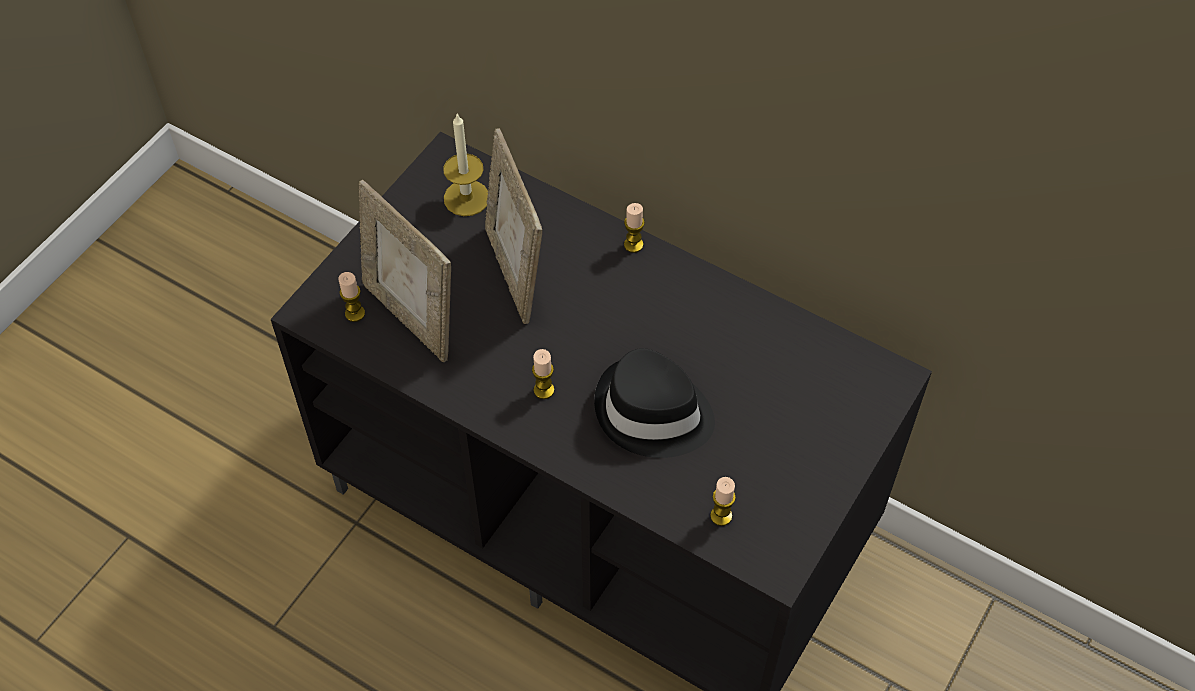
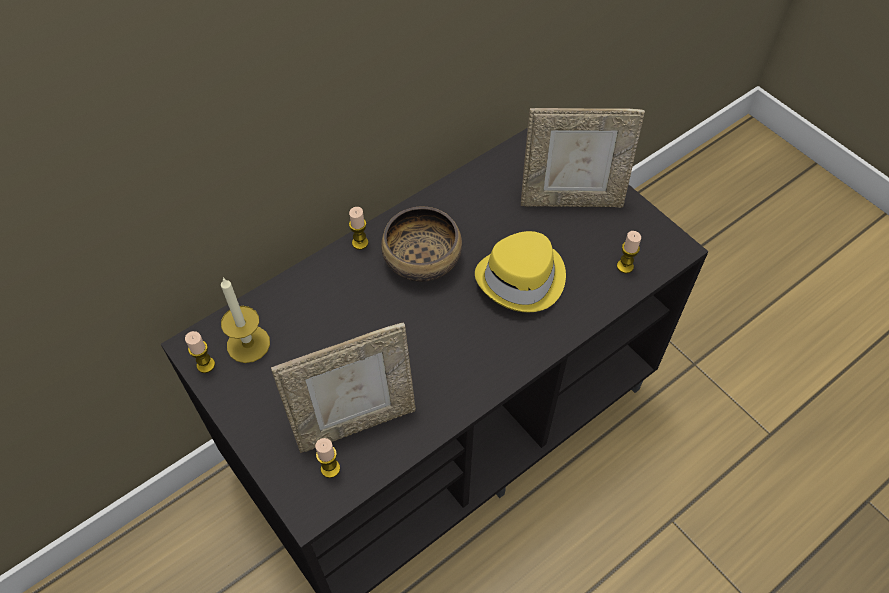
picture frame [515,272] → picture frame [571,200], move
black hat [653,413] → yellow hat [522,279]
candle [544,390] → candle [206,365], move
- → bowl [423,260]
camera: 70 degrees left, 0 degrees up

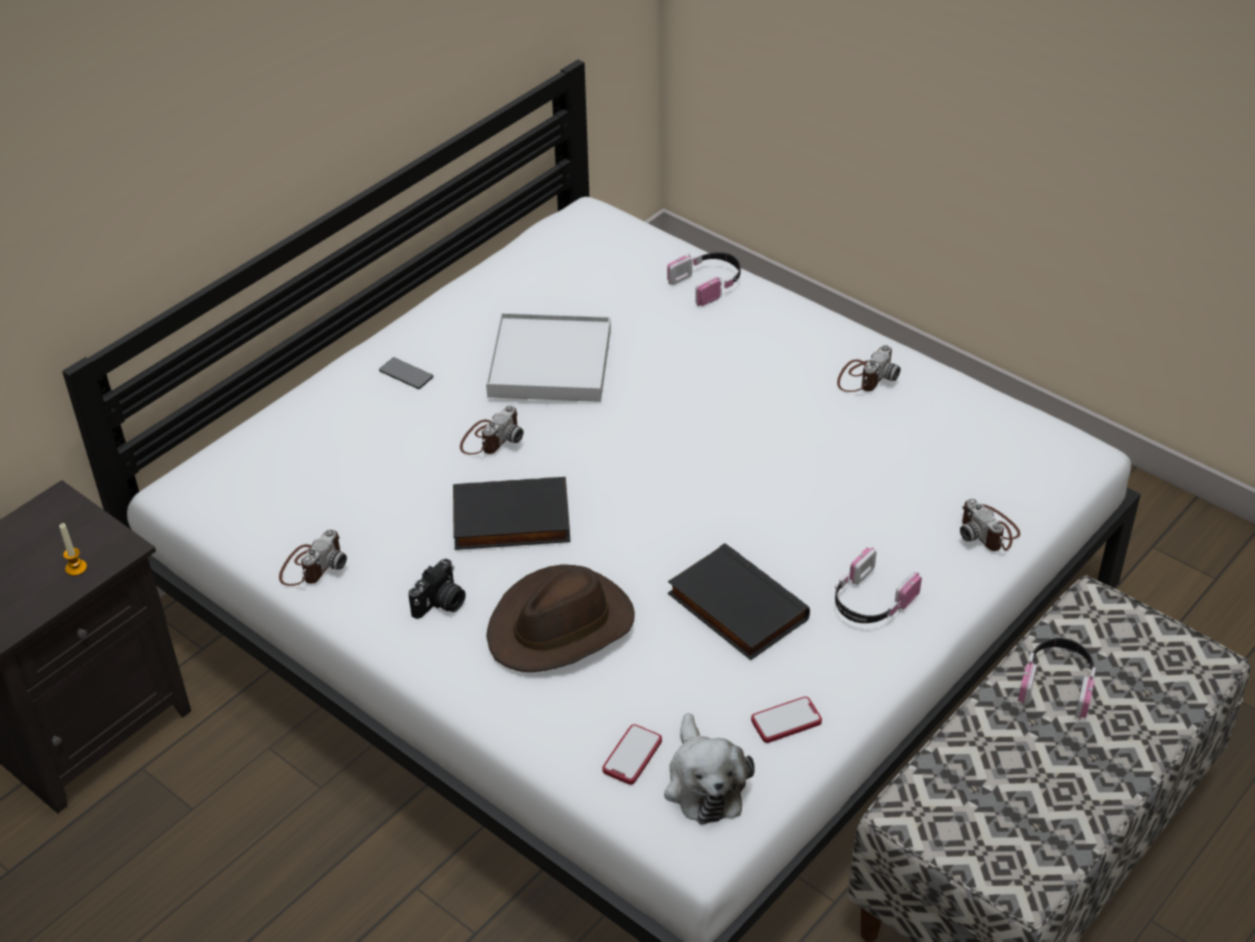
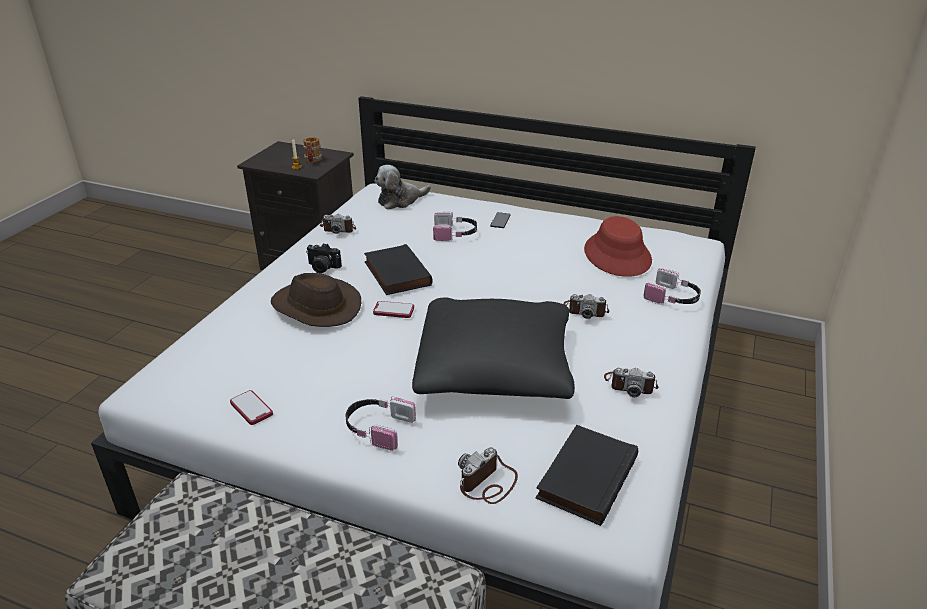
white tray [549,363] → -
photo camera [490,438] → photo camera [585,310], move
black book [734,608] → black book [585,476], move
headphones [1057,683] → headphones [455,233], move
plush toy [704,783] → plush toy [400,200], move
phone [632,756] → phone [393,311], move
- → mug [312,160]
- → red hat [617,255]
- → black pillow [495,368]
camera: 70 degrees right, 10 degrees down

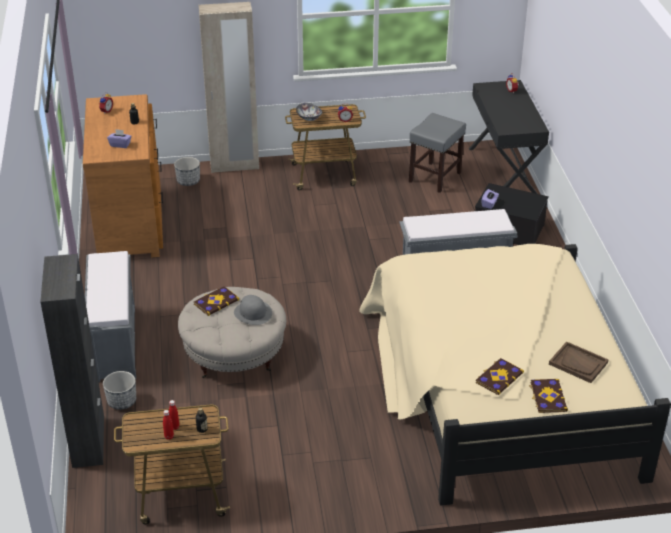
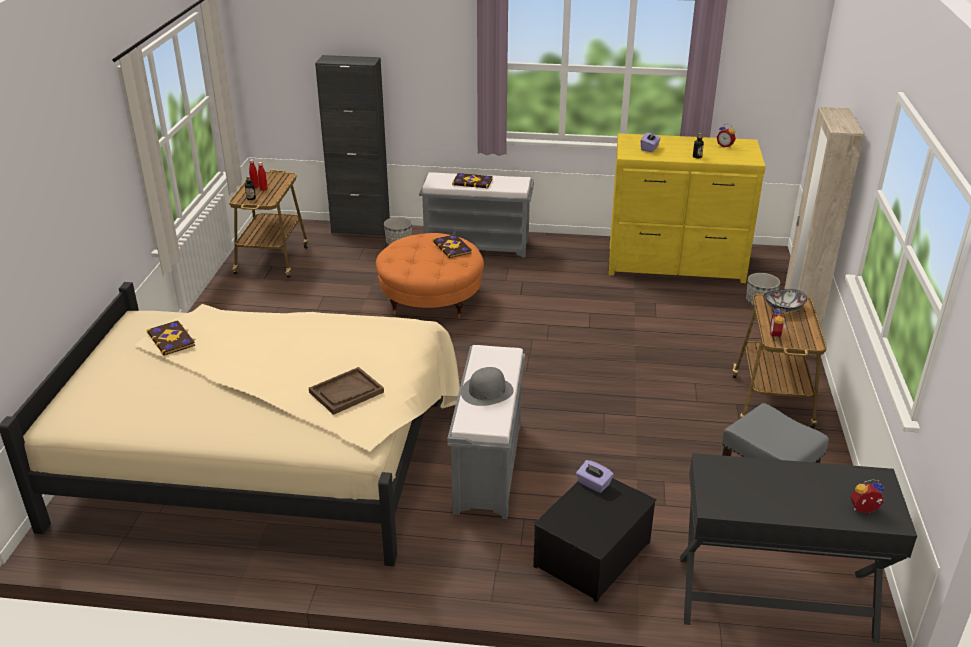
brown dresser [131,223] → yellow dresser [676,264]
beige ottoman [234,353] → orange ottoman [431,299]
grey hat [253,313] → grey hat [487,391], move
brown tray [578,363] → brown tray [346,392], move
book [547,397] → book [472,182], move
camera: 105 degrees right, 5 degrees down

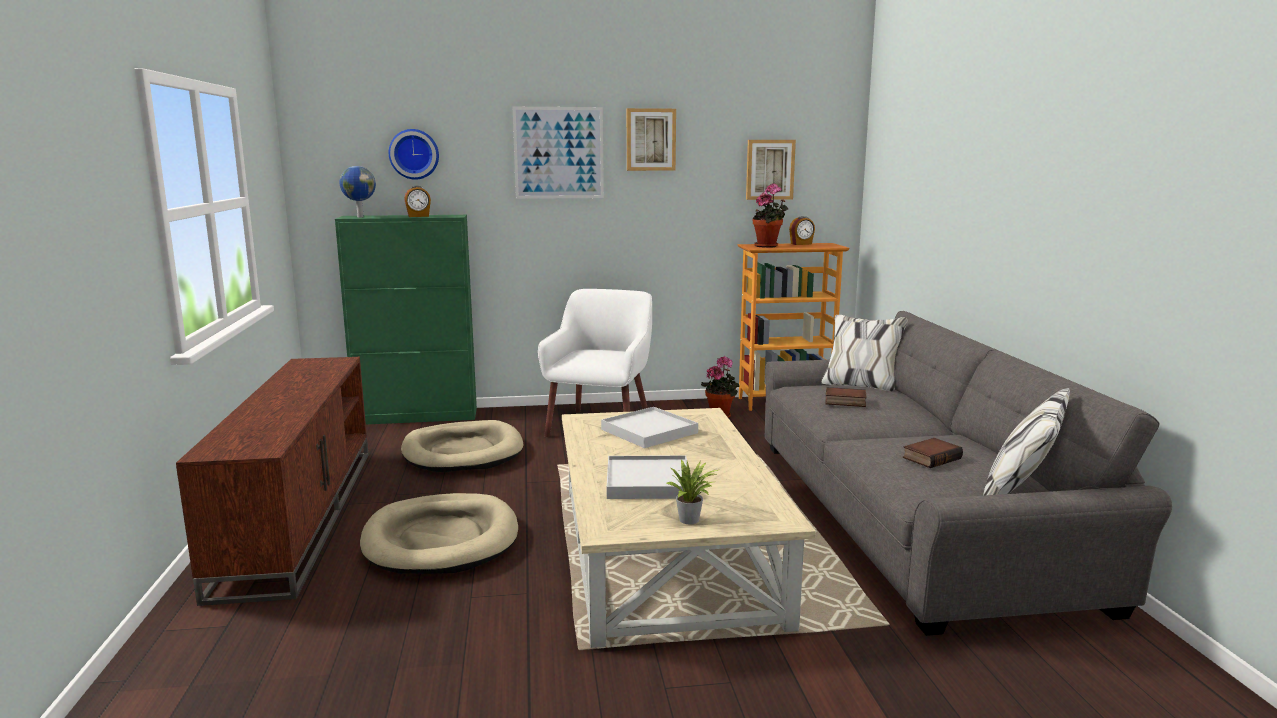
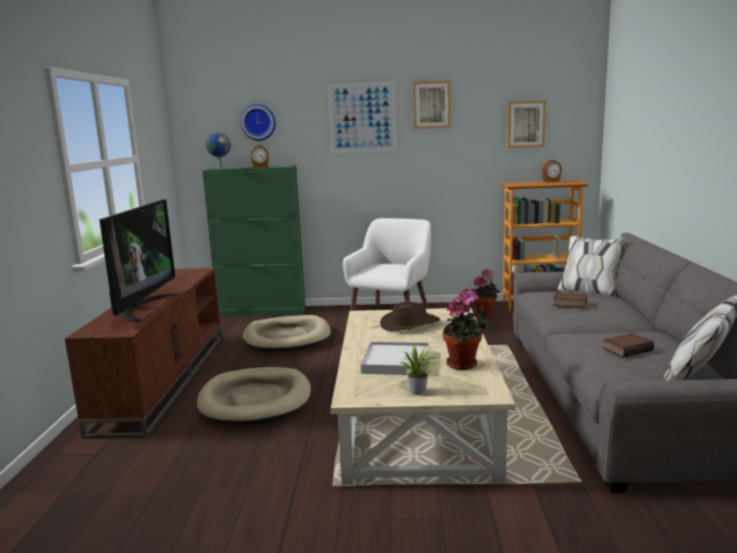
potted plant [768,246] → potted plant [464,365], move
white tray [649,431] → brown hat [409,324]
- → television [143,307]
camera: 10 degrees right, 0 degrees up

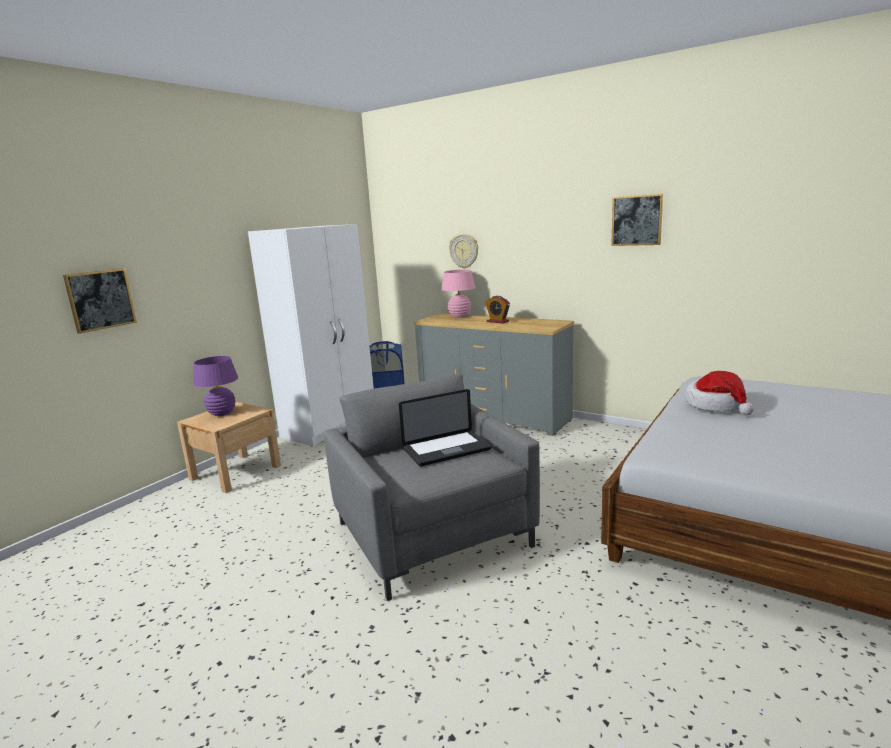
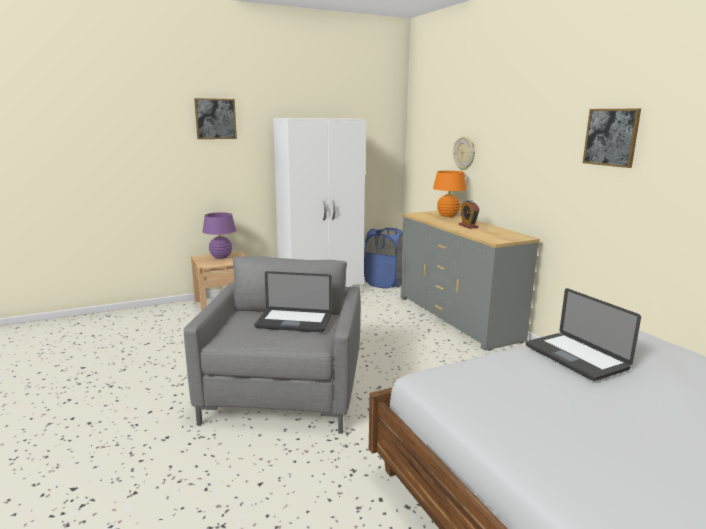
picture [100,299] → picture [215,119], move
pink table lamp [460,316] → orange table lamp [448,216]
hat [717,405] → laptop [575,357]
camera: 30 degrees right, 0 degrees up

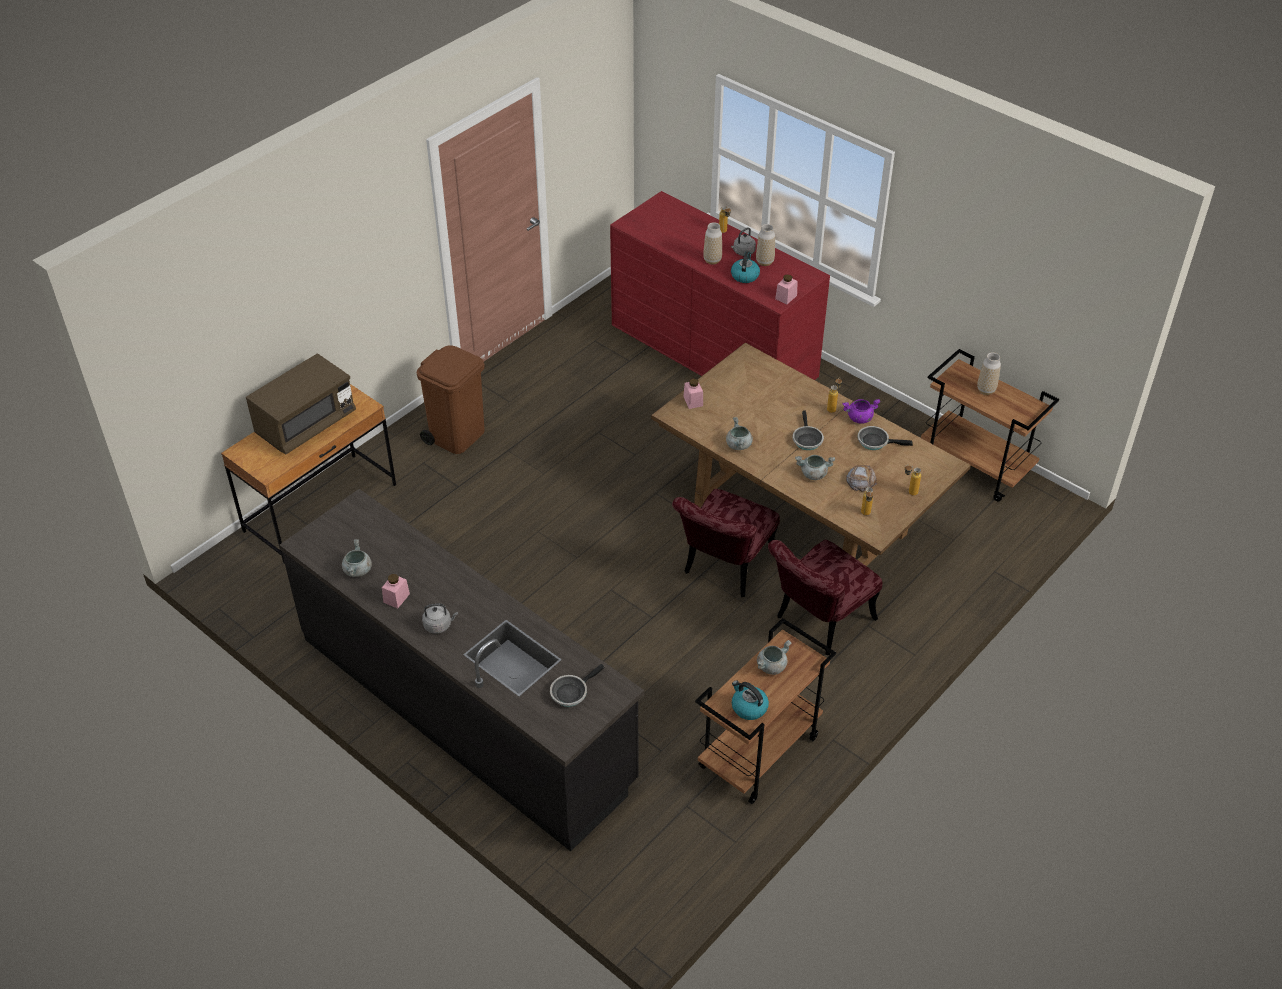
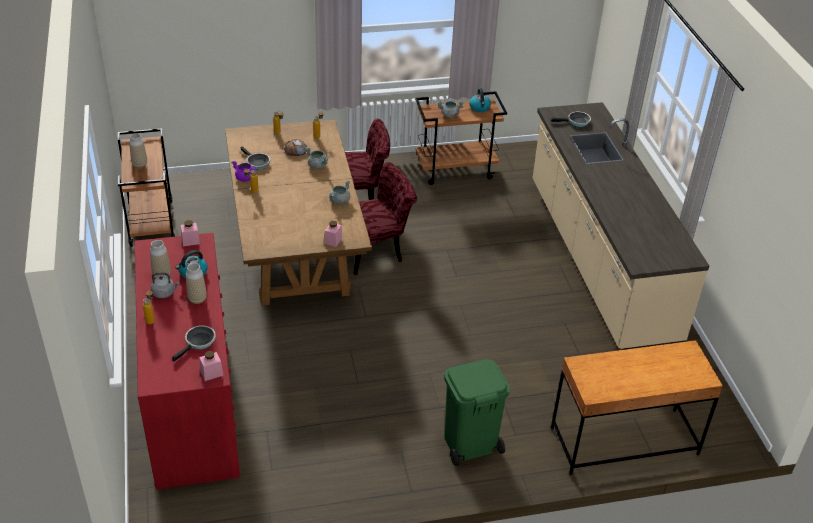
brown trash can [457,435] → green trash can [469,443]
brown microwave [306,424] → -
frying pan [806,439] → frying pan [199,342], move
black counter [466,708] → beige counter [598,261]
grey cooking pot [358,570] → -
pink jar [396,598] → pink jar [211,373], move
grey kettle [439,625] → -
camera: 145 degrees left, 5 degrees down

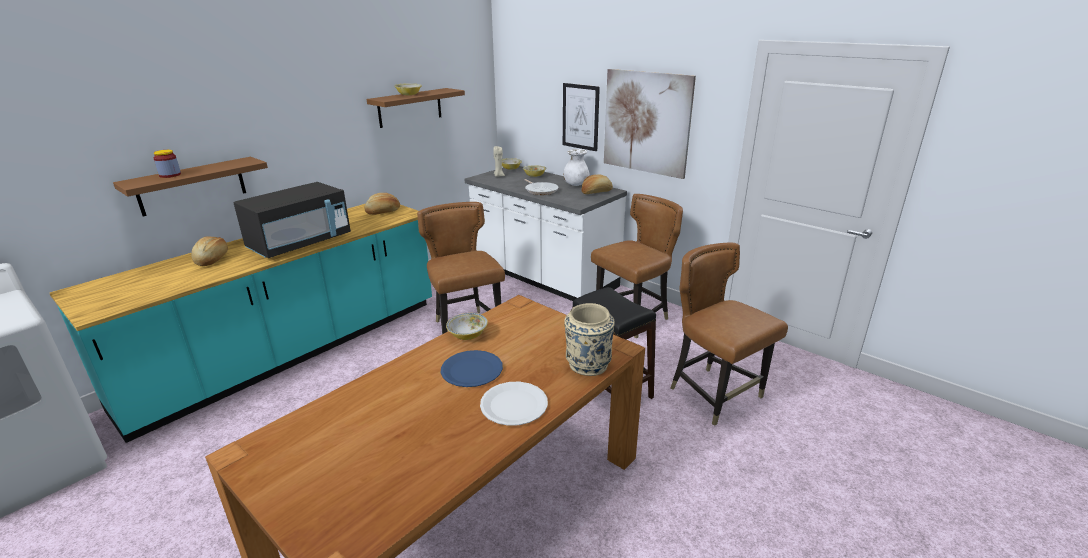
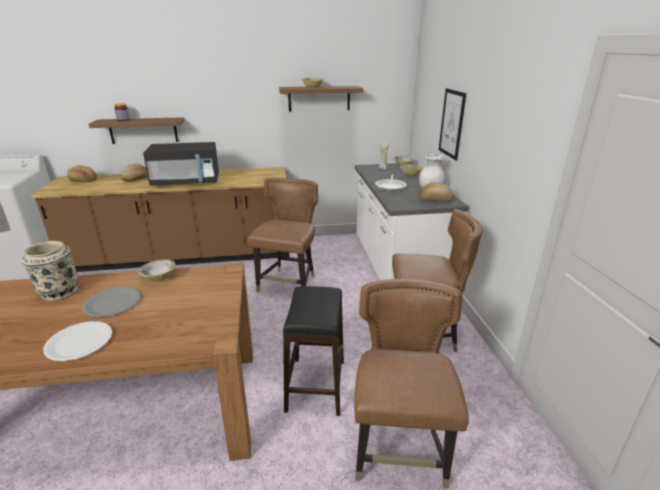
picture [646,123] → -
bread [383,211] → bread [83,180], move
turquoise counter [292,353] → brown counter [184,257]
beige vase [588,365] → beige vase [59,292], move
blue plate [471,370] → grey plate [112,303]
camera: 40 degrees right, 0 degrees up

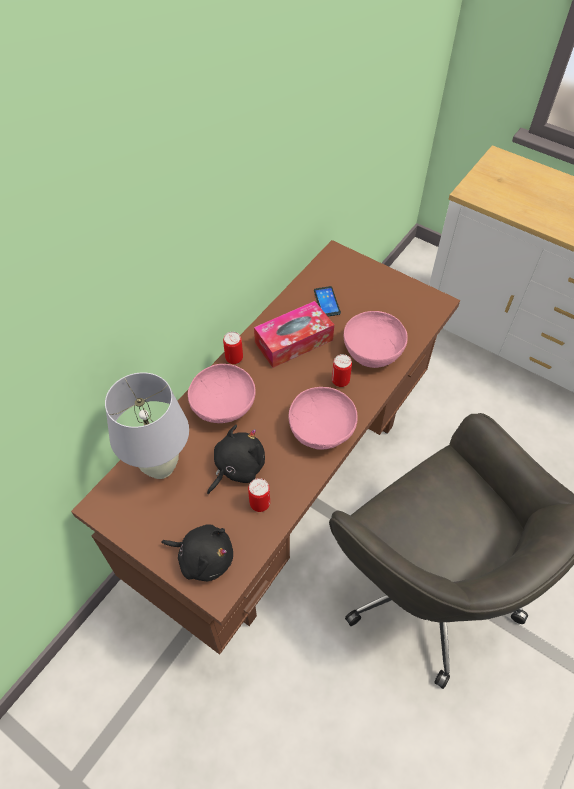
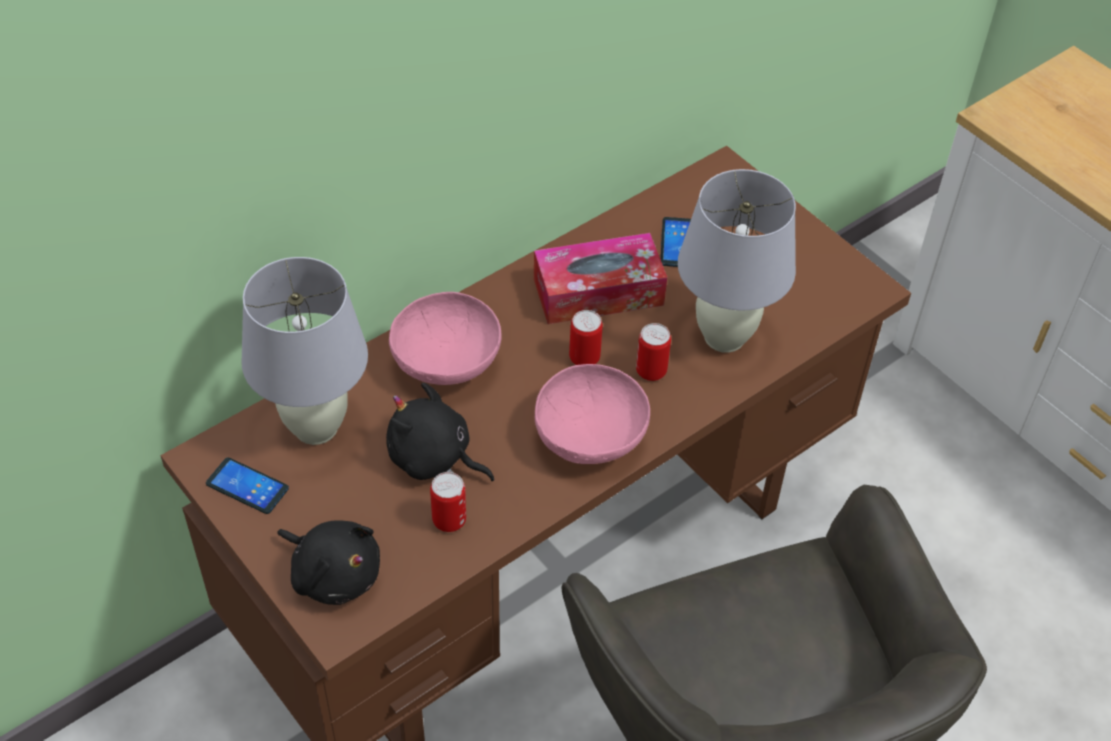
pink bowl [372,351] → white table lamp [724,337]
can [234,358] → can [584,358], move
black plush toy [237,467] → black plush toy [433,458], 120 degrees counterclockwise
- → phone [247,486]
camera: 15 degrees right, 5 degrees down

